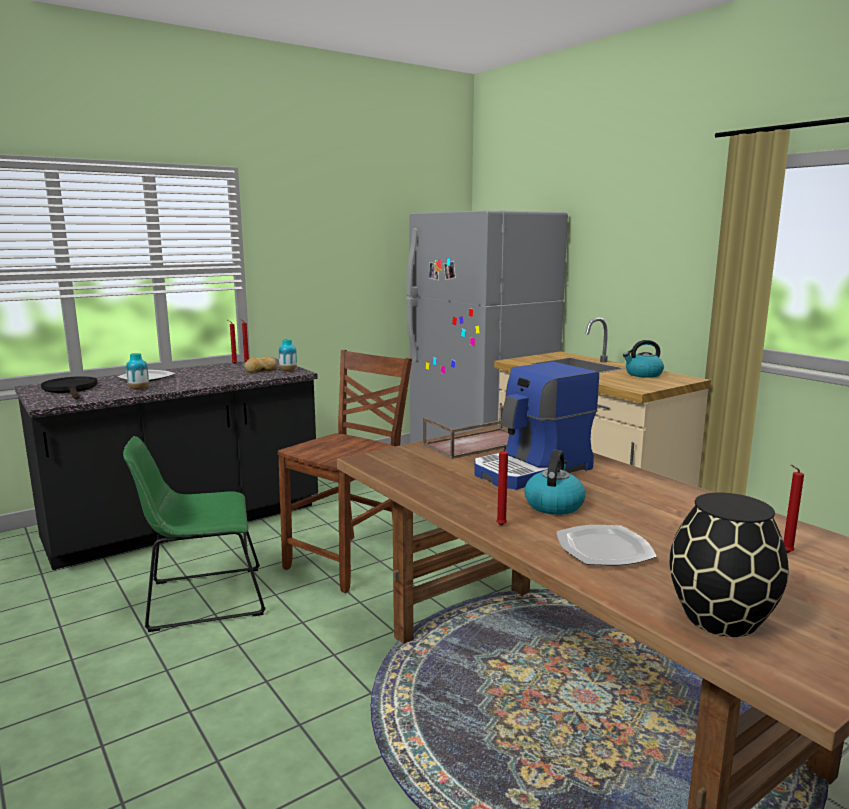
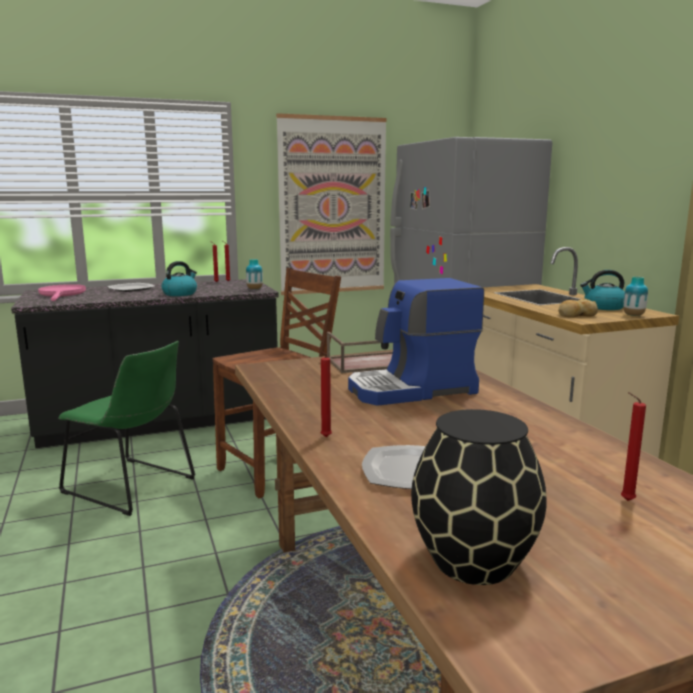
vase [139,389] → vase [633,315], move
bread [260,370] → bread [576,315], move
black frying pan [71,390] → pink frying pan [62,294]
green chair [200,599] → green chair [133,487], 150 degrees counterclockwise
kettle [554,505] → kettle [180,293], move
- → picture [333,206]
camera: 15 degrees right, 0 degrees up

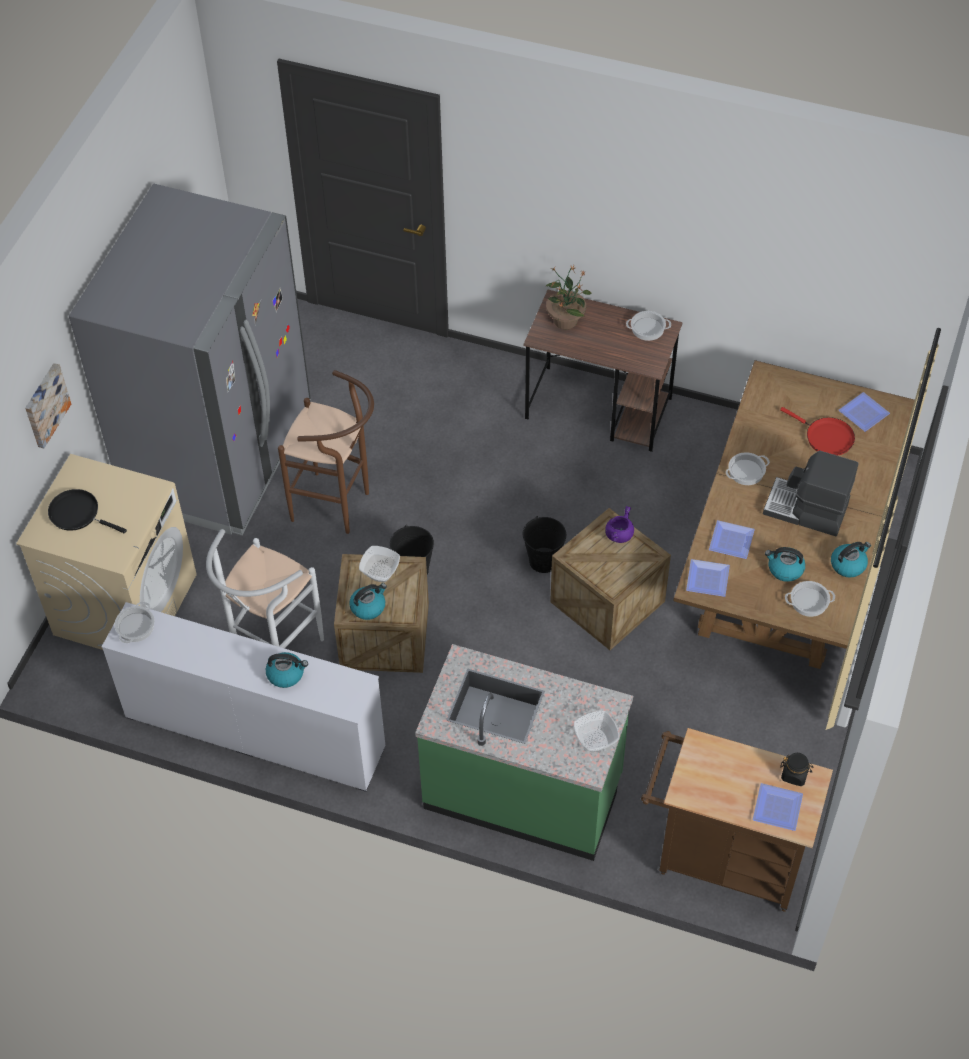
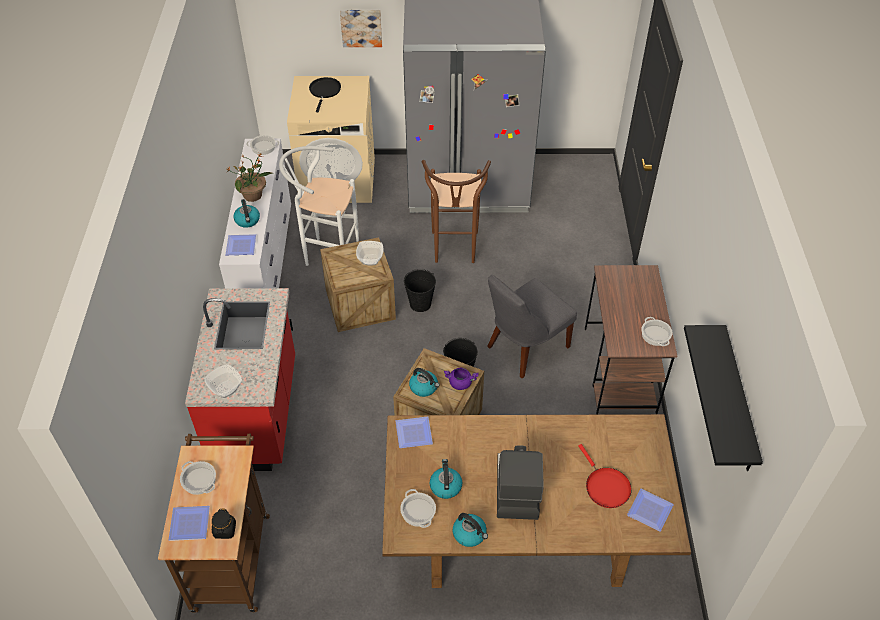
potted plant [565,320] → potted plant [253,195], move
red frying pan [826,437] → red frying pan [605,487], 45 degrees counterclockwise
cooking pot [746,472] → cooking pot [198,480], move
plate [732,542] → plate [240,247], move
kettle [368,607] → kettle [424,387], move
green counter [523,792] → red counter [257,414]
- → grey chair [524,348]
- → black shelf [738,401]
camera: 70 degrees right, 5 degrees down

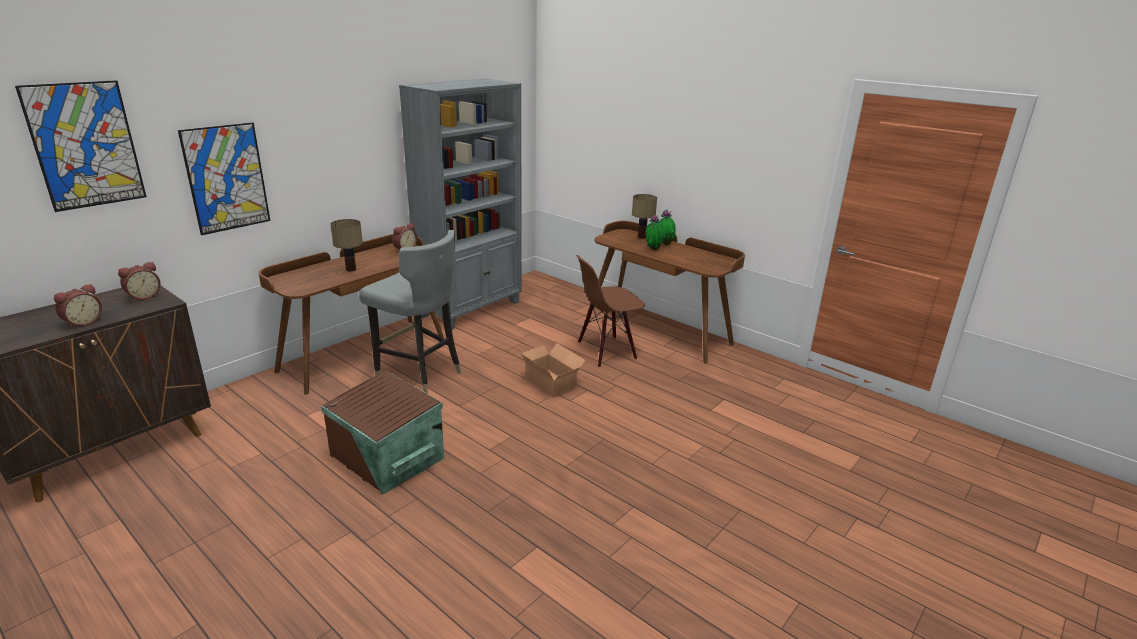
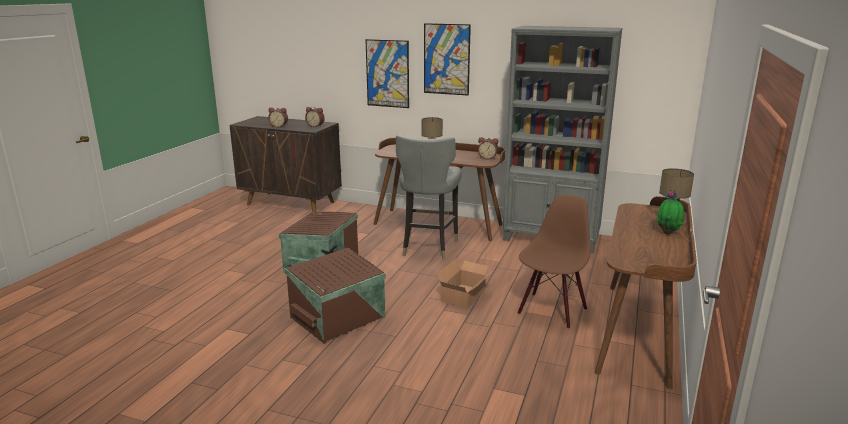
picture [85,145] → picture [446,59], move
potted plant [652,250] → -
brown chair [606,351] → brown chair [551,310], 75 degrees clockwise
- → brown storage box [339,318]
camera: 70 degrees right, 5 degrees down

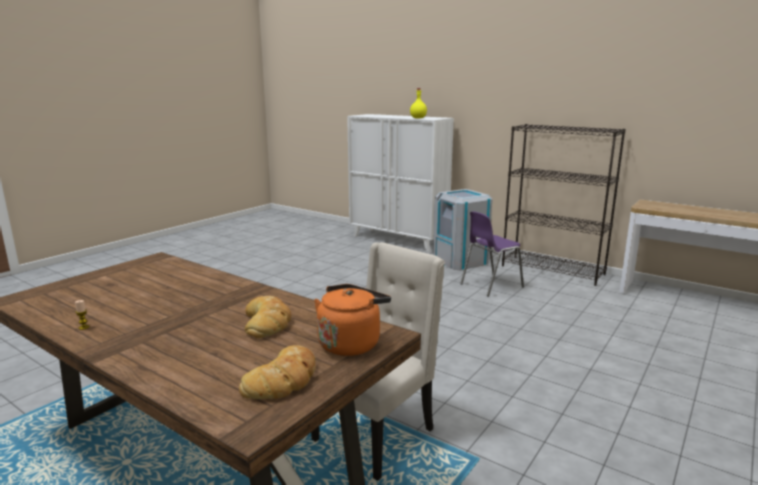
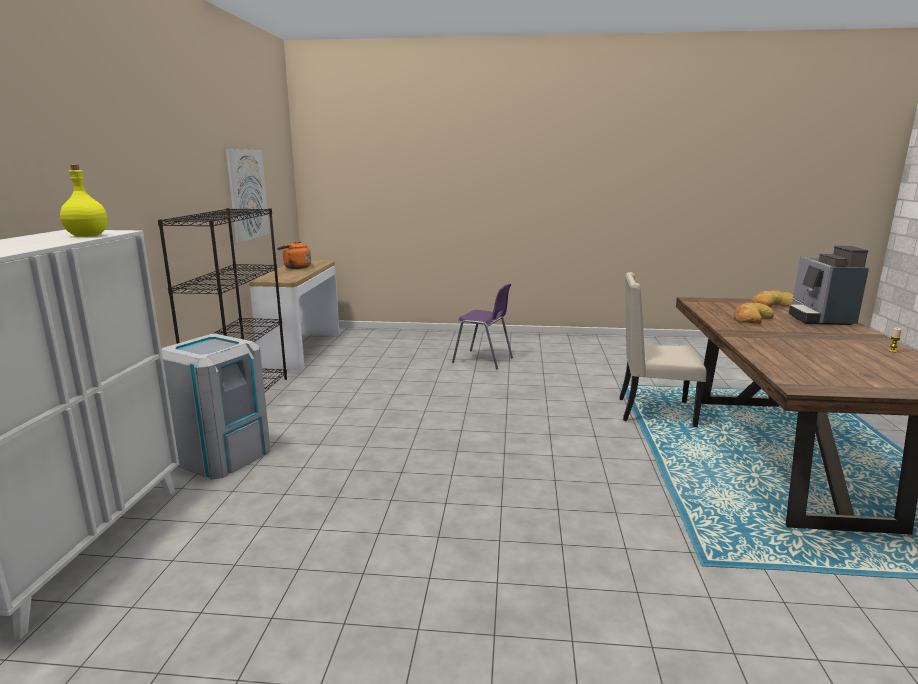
purple chair [490,285] → purple chair [483,360], move
orange kettle [351,343] → orange kettle [295,267], move
- → picture [248,194]
- → coffee machine [819,318]
camera: 120 degrees left, 0 degrees up

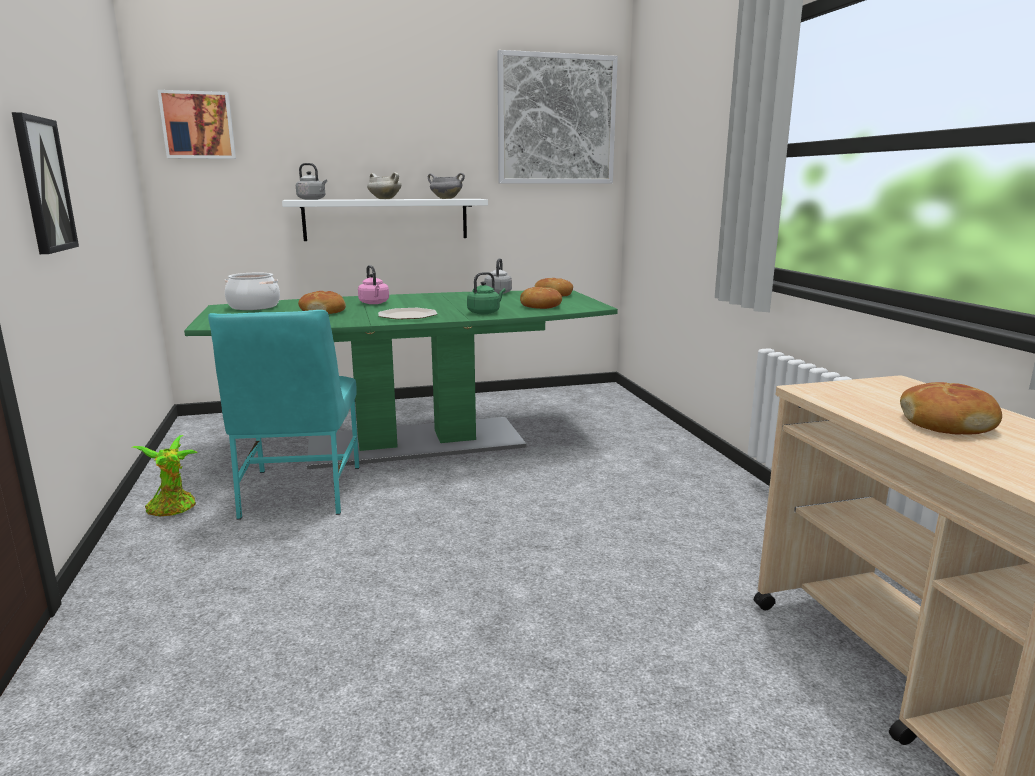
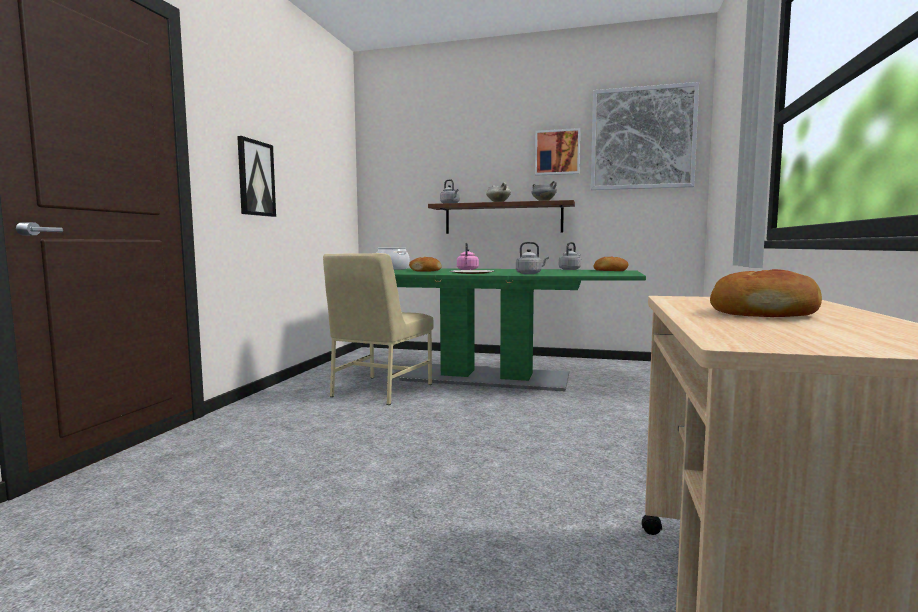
picture [198,125] → picture [557,152], move
white shelf [386,219] → brown shelf [503,218]
green kettle [485,312] → grey kettle [530,273]
bread [540,306] → -
turquoise chair [299,492] → beige chair [380,390]
potted plant [173,509] → -
camera: 30 degrees right, 10 degrees down

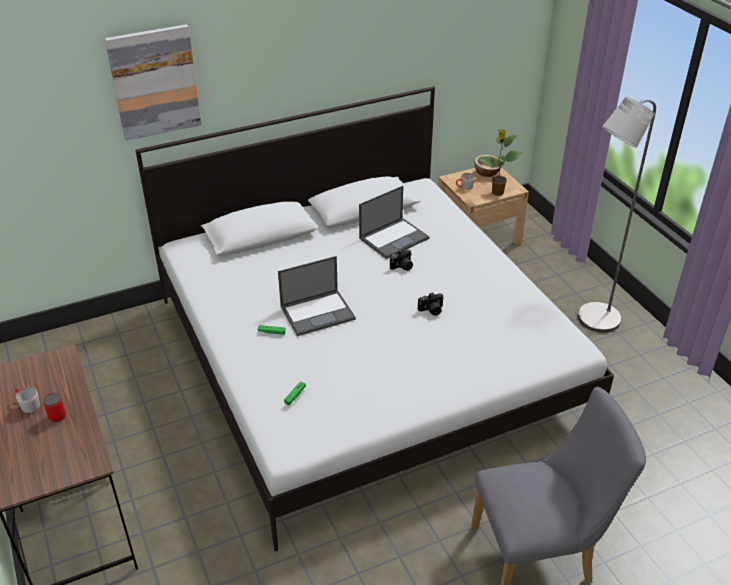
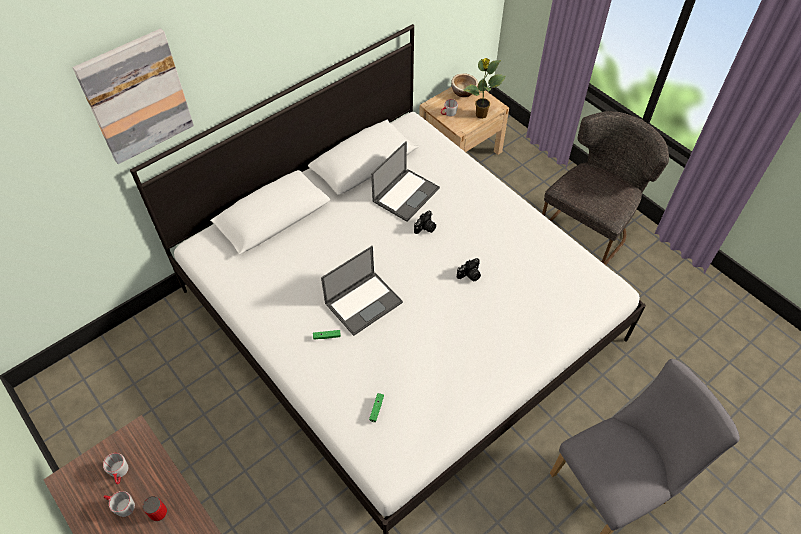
grey floor lamp [592,321] → grey chair [589,228]
- → grey mug [120,473]
camera: 15 degrees left, 15 degrees up

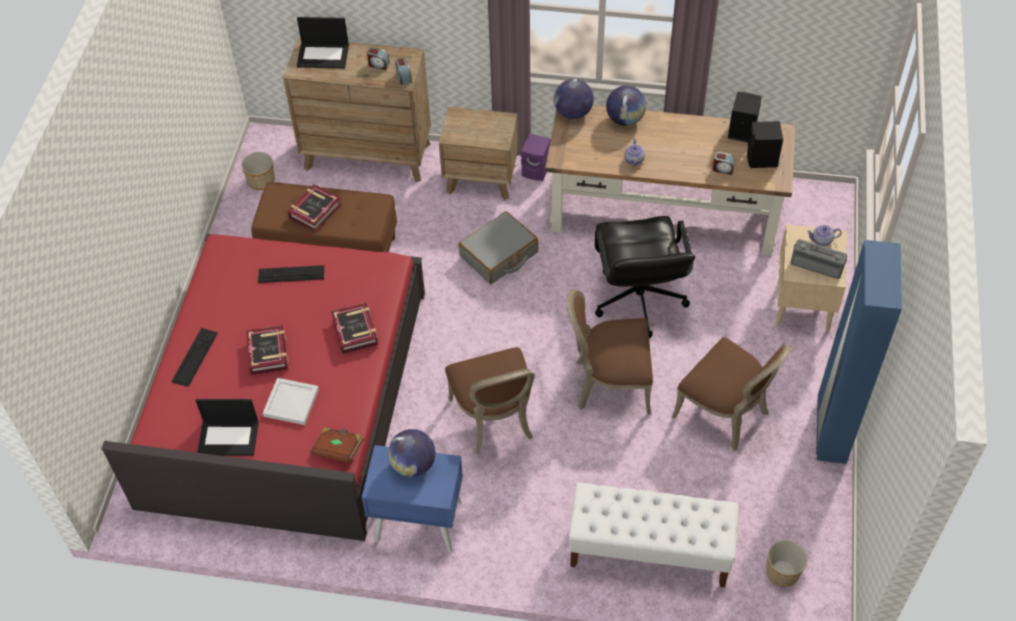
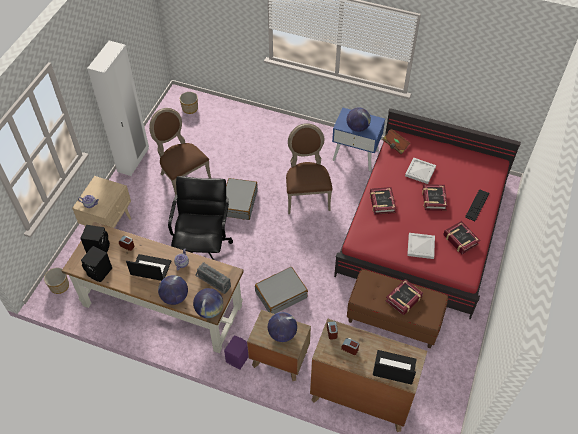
planter [261,180] → planter [60,286], move
radio [817,264] → radio [213,283], move
blue wardrobe [830,431] → white wardrobe [133,160]
keyboard [291,274] → white tray [420,246]
brown chair [609,384] → grey suitcase [239,203]
laptop [229,437] → laptop [150,268], move
white bench [649,551] → -
- → book [460,240]
- → globe [282,333]
camera: 170 degrees left, 0 degrees up

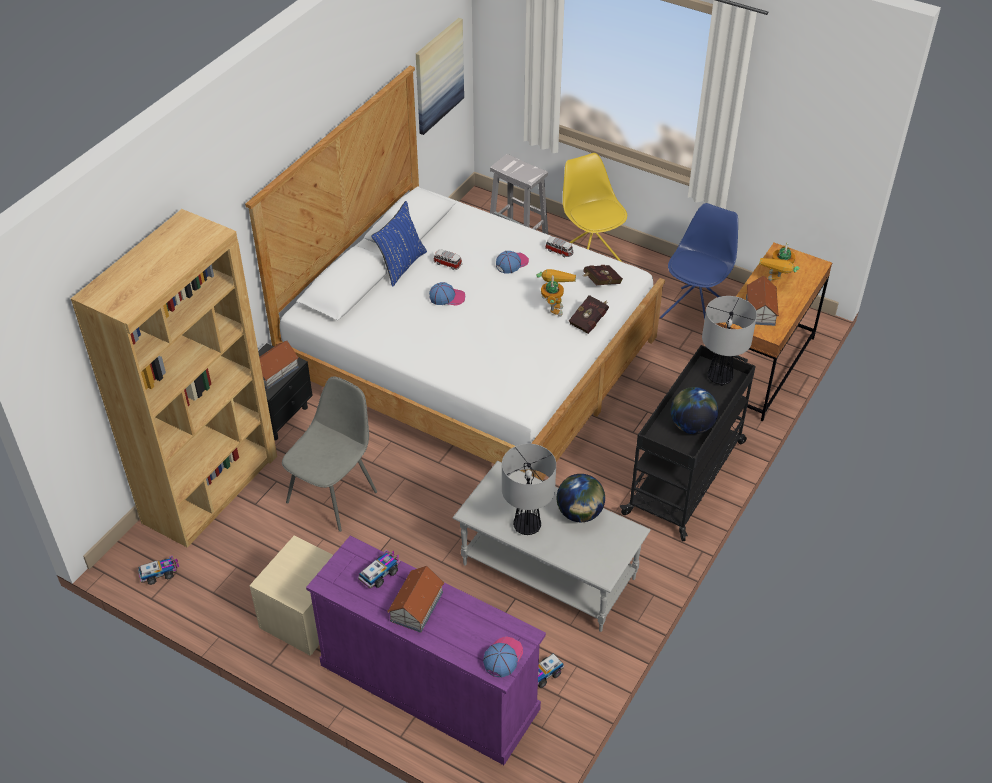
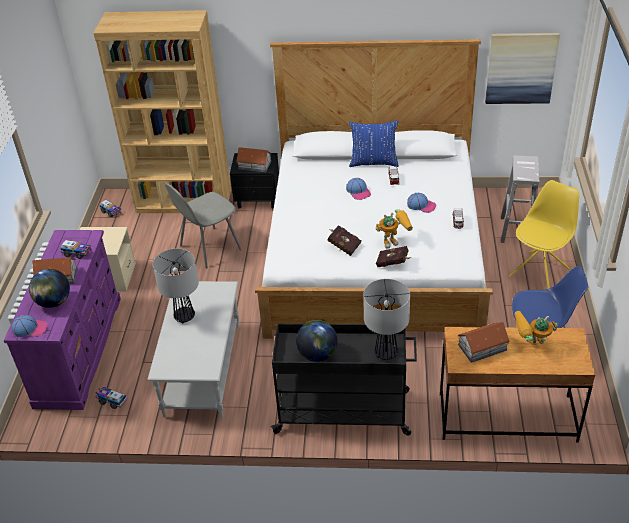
red book [600,282] → red book [343,246], move
grey chair [333,495] → grey chair [208,248], 135 degrees clockwise
globe [579,513] → globe [54,302], move
camera: 65 degrees right, 5 degrees down

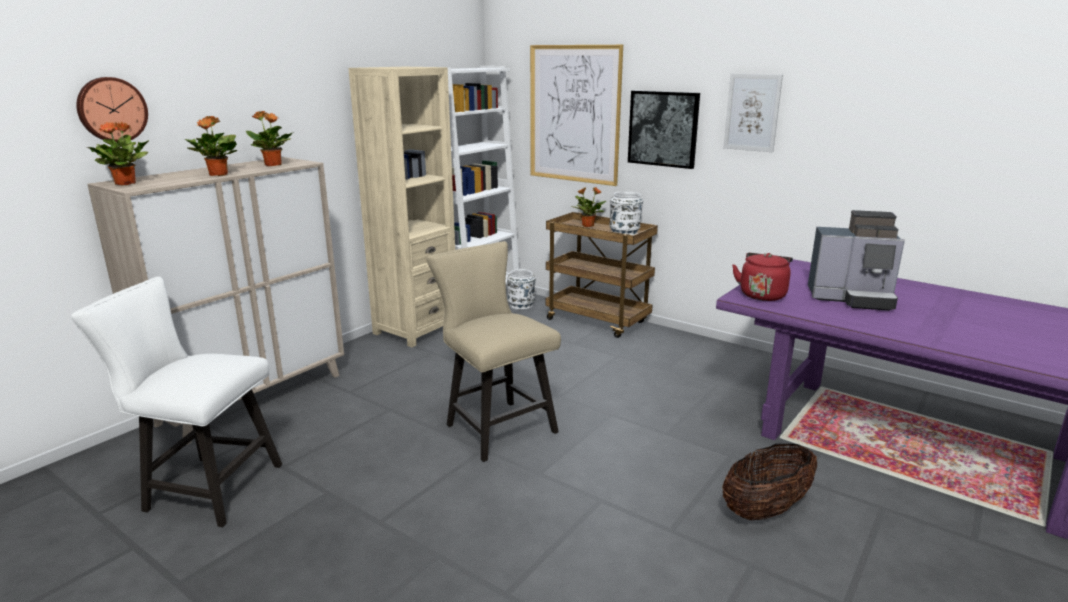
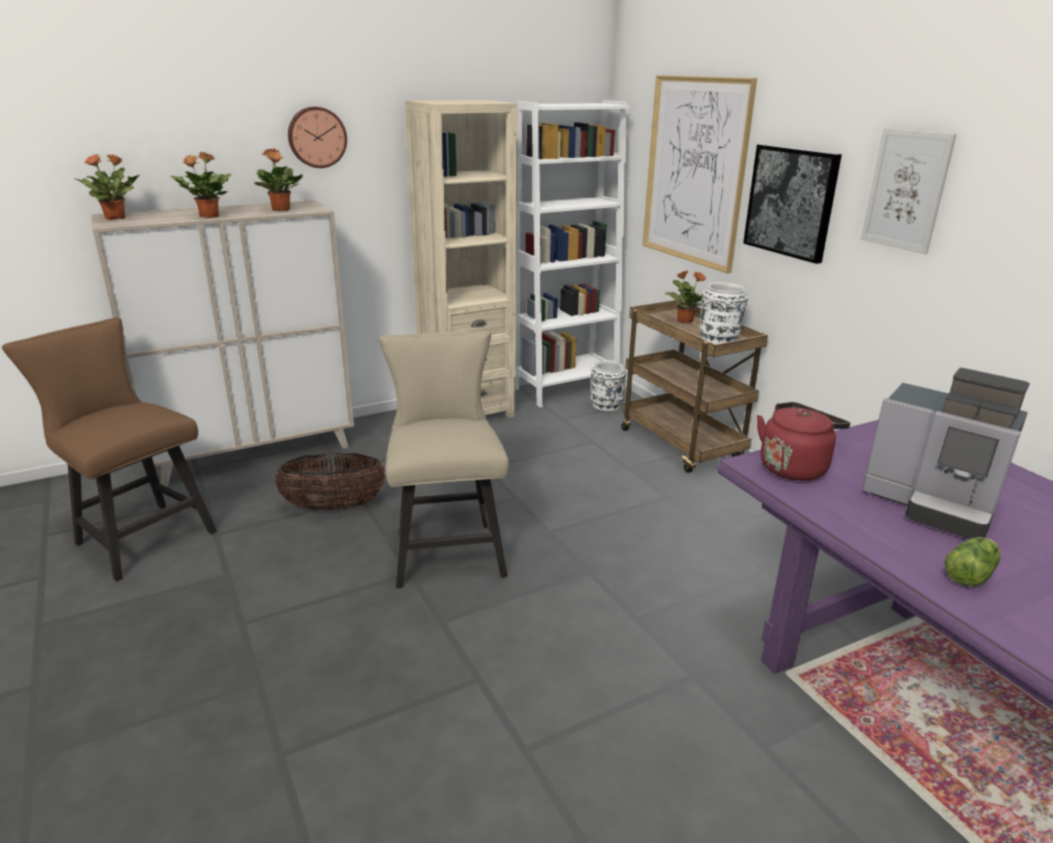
wall clock [111,110] → wall clock [317,137], move
white chair [205,487] → brown chair [139,536]
basket [765,509] → basket [334,507], move
- → lettuce [971,573]
camera: 25 degrees right, 5 degrees up

